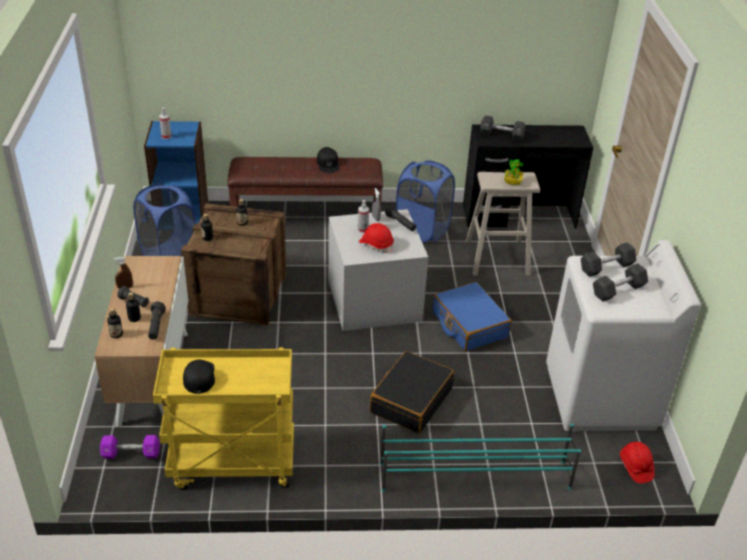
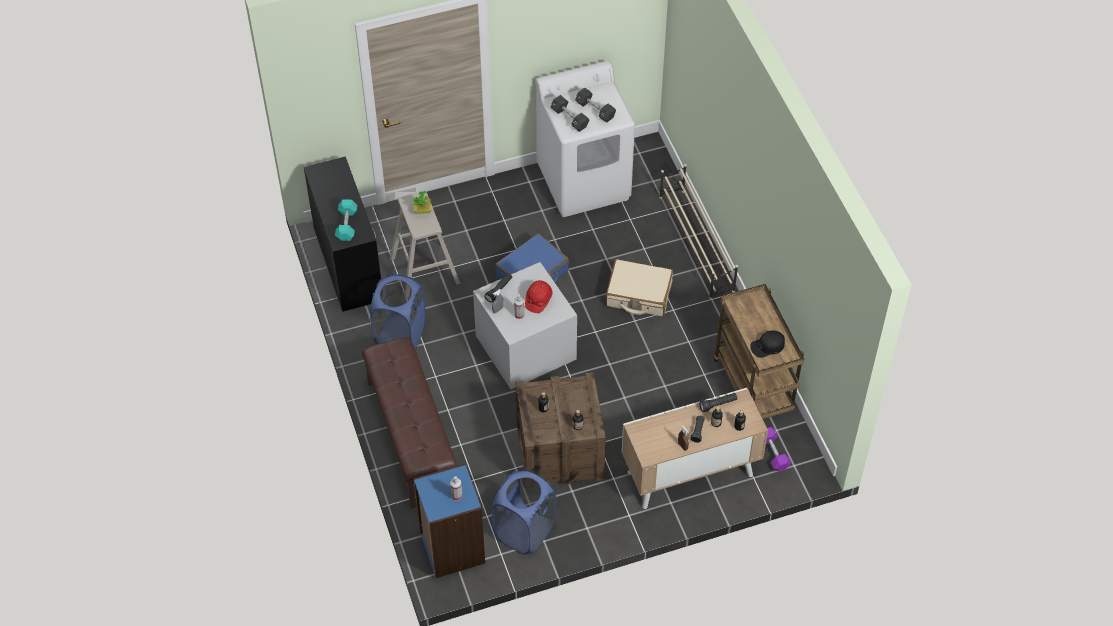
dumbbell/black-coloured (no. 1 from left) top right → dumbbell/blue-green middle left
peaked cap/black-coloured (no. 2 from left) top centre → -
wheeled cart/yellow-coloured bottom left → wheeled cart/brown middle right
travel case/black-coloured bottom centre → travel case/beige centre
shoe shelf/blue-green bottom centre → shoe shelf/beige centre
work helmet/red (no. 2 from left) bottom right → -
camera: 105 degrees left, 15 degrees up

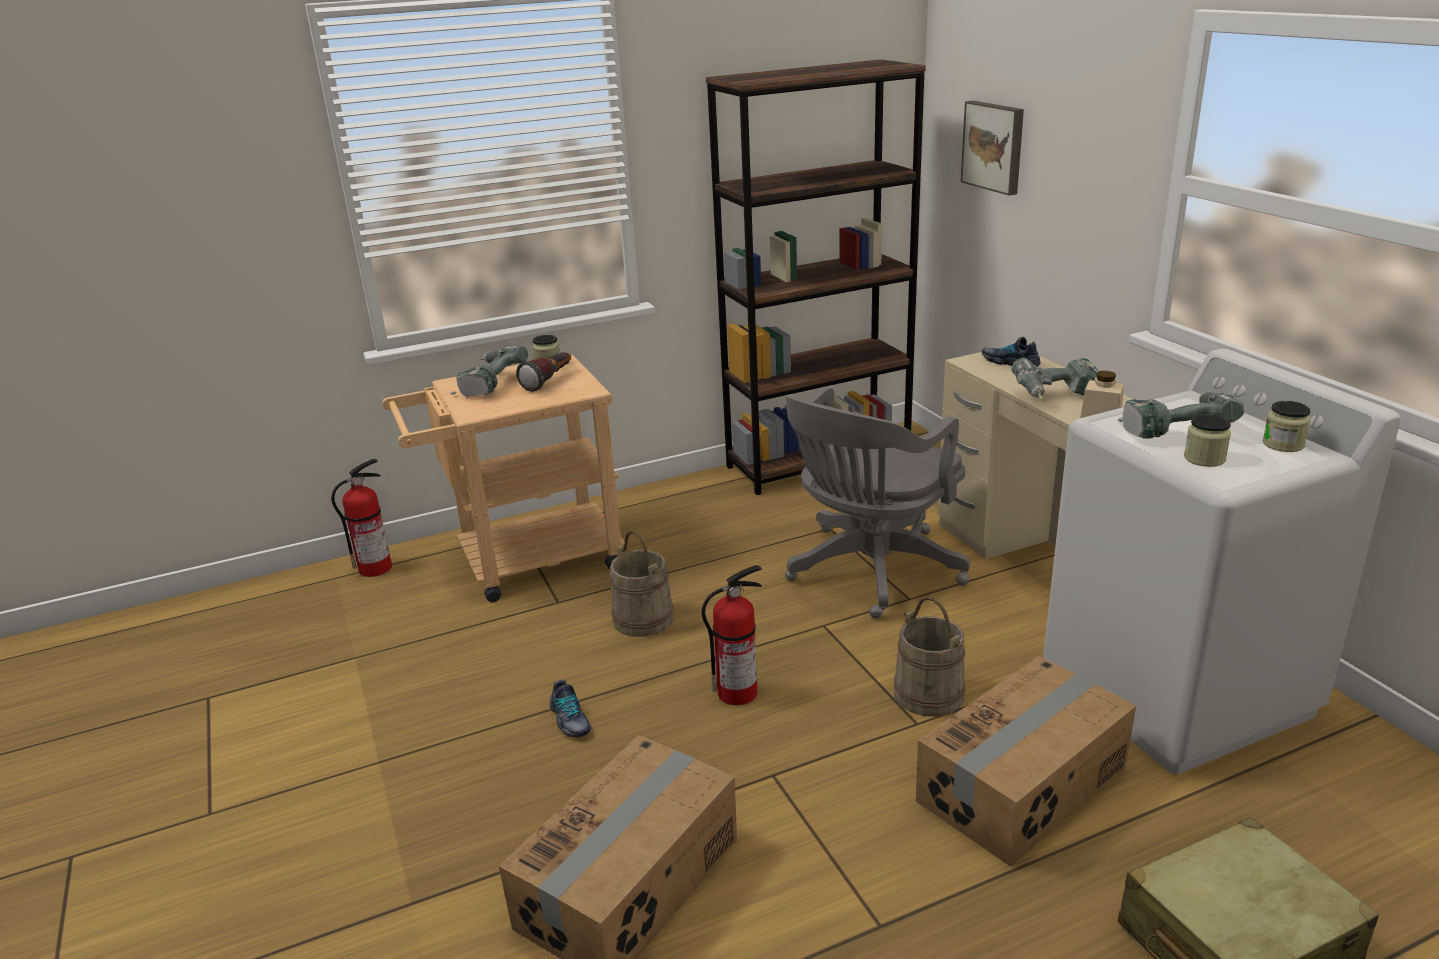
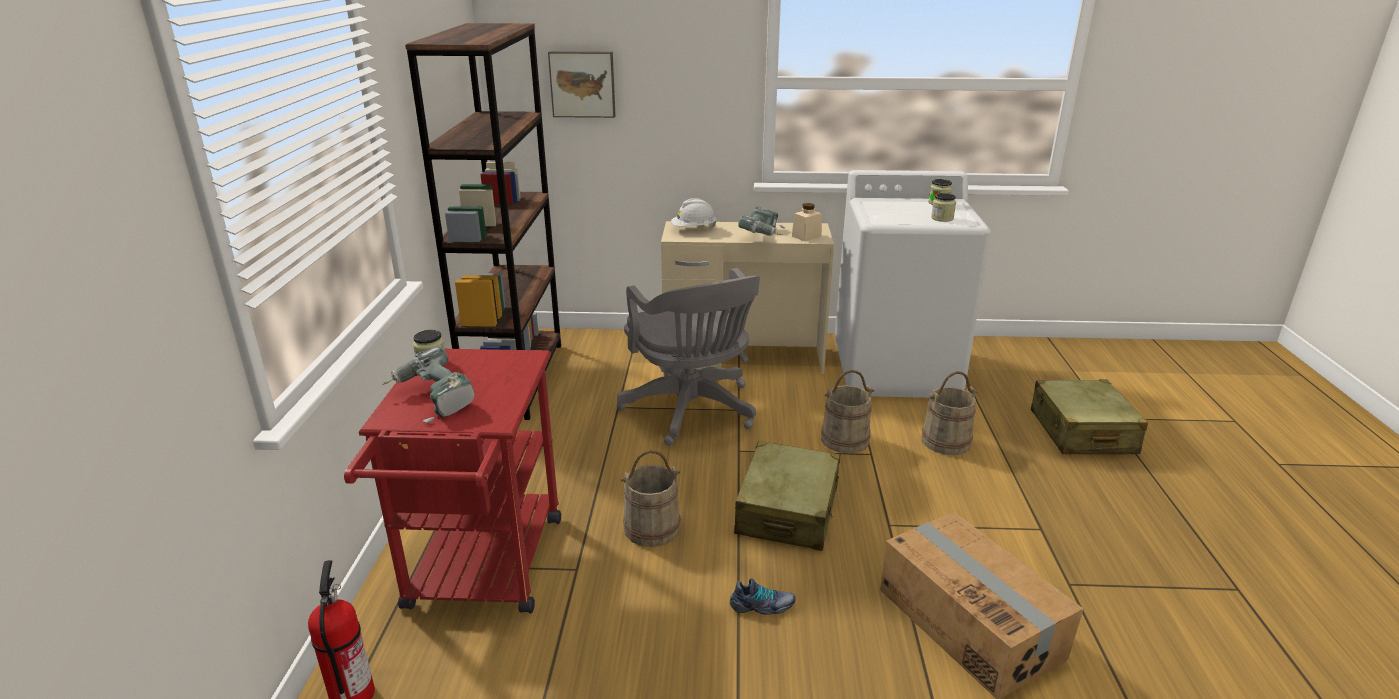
low shoe (no. 2 from left) middle right → work helmet/white top centre
flashlight centre → -
wheeled cart/beige centre → wheeled cart/red bottom left
drill (no. 3 from left) middle right → -
fire extinguisher (no. 2 from left) centre → travel case/beige (no. 1 from left) bottom centre
packing box (no. 2 from left) bottom right → pail/beige (no. 3 from left) middle right
camera: 65 degrees left, 0 degrees up

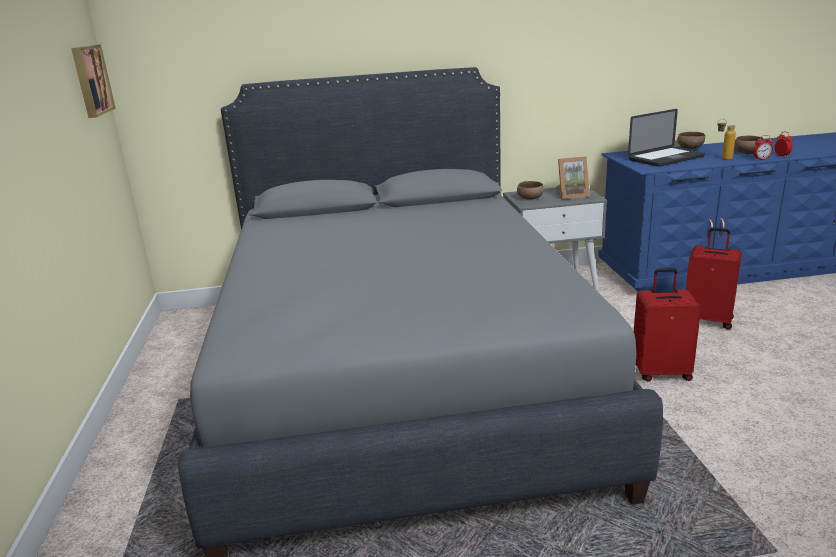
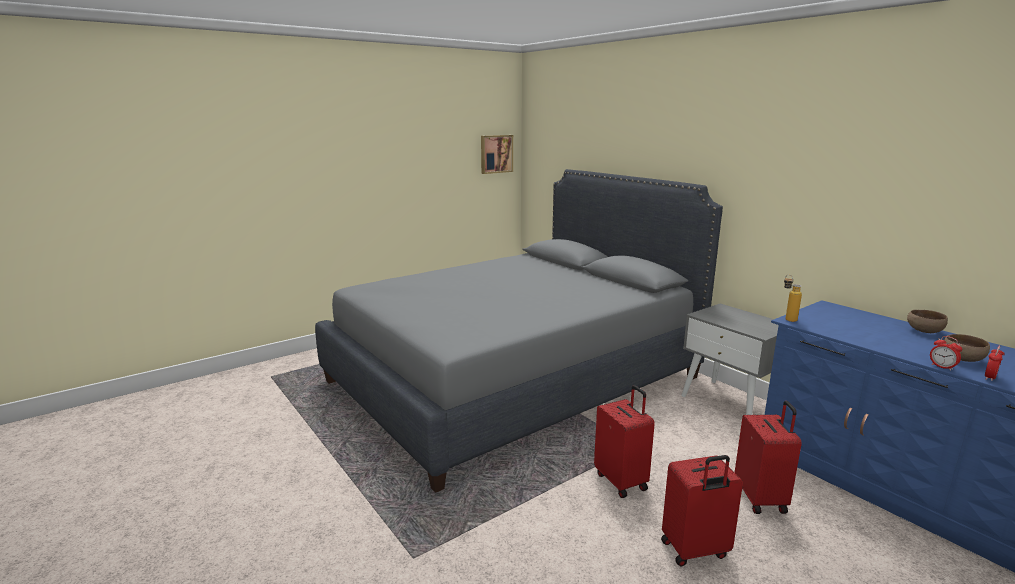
laptop top right → -
bottle top right → bottle middle right, shifted
standing frame top right → -
serving bowl/brown (no. 1 from left) centre → -
- → travel case/red (no. 2 from left) bottom right
camera: 60 degrees right, 5 degrees down

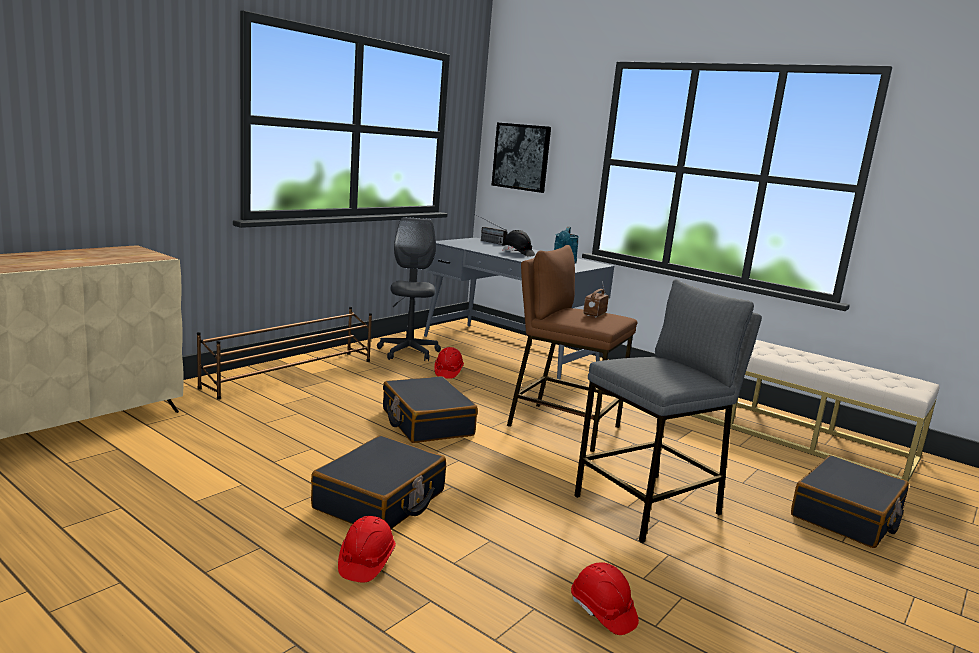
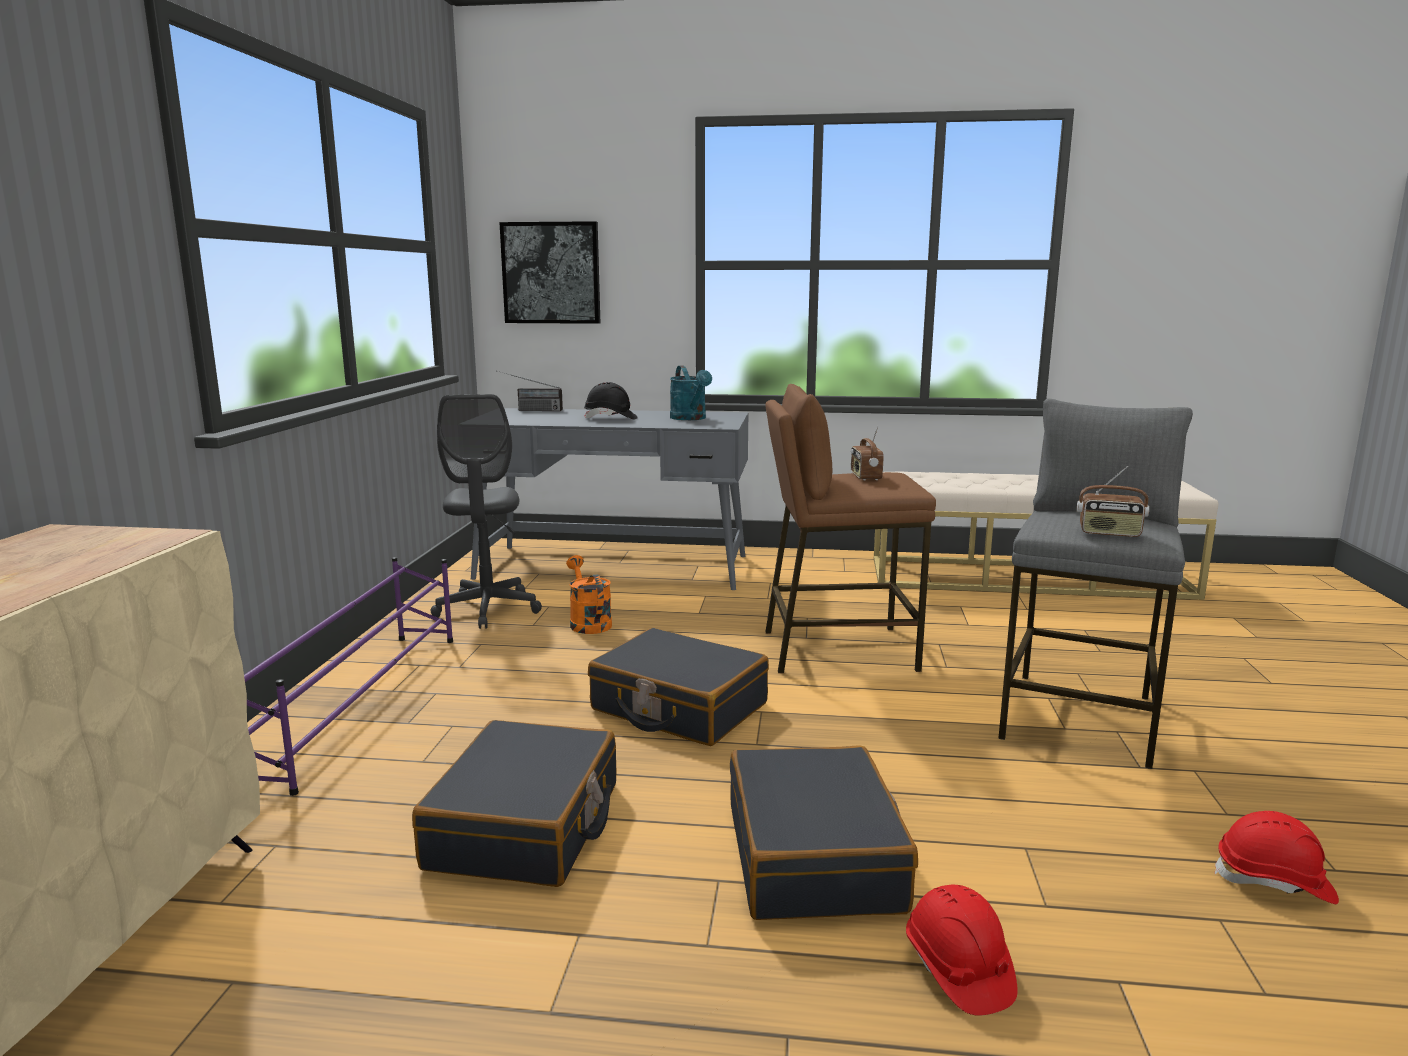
computer chair/grey centre, 150 degrees counterclockwise
shoe shelf/brown middle left → shoe shelf/purple-coloured middle left
work helmet/red (no. 2 from left) centre → sprinkling can/orangey centre
travel case/black-coloured (no. 3 from left in the first image) bottom right → travel case/black-coloured (no. 1 from left) bottom centre, shifted
- → radio set (no. 3 from left) middle right
camera: 30 degrees left, 0 degrees up

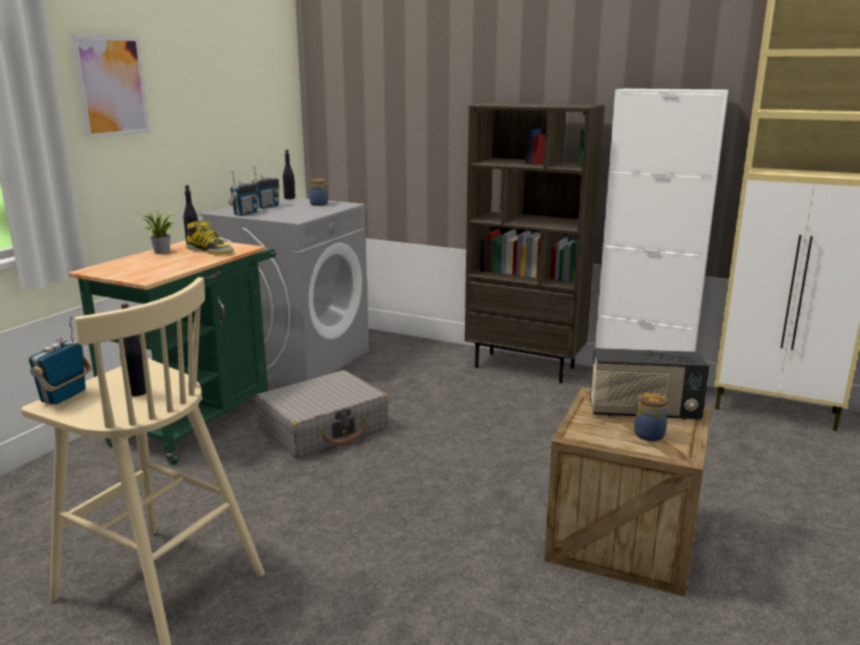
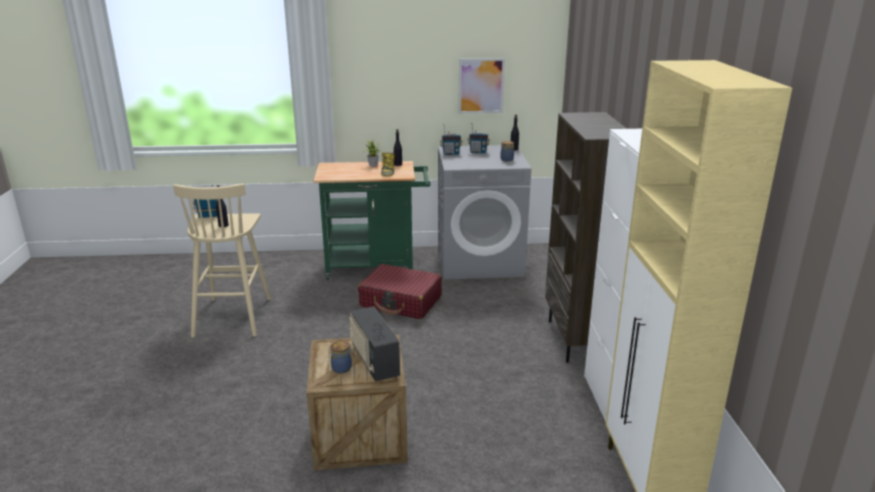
picture top left → picture top centre, shifted
travel case/grey centre → travel case/red centre
camera: 60 degrees right, 5 degrees up

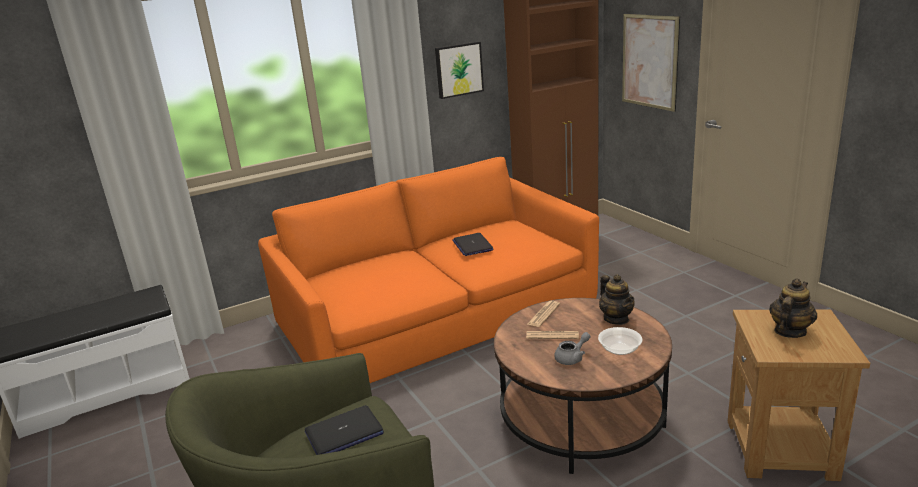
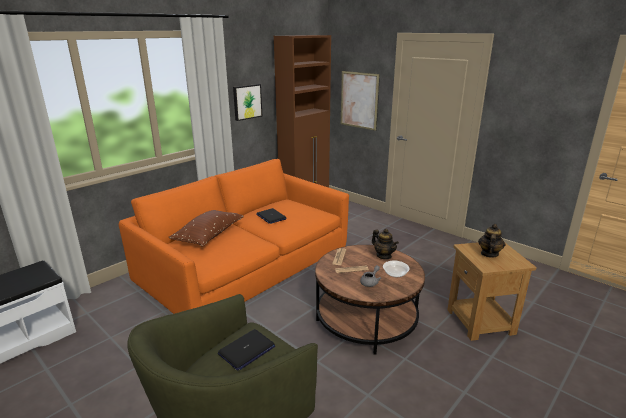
- → pillow/brown middle left
camera: 20 degrees left, 0 degrees up

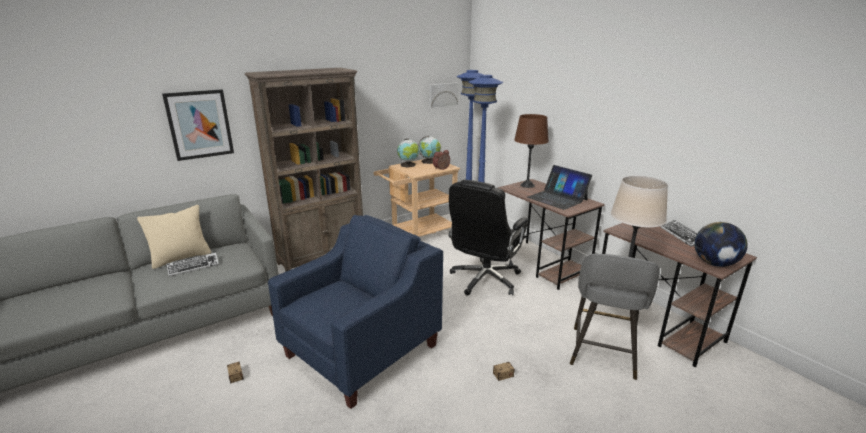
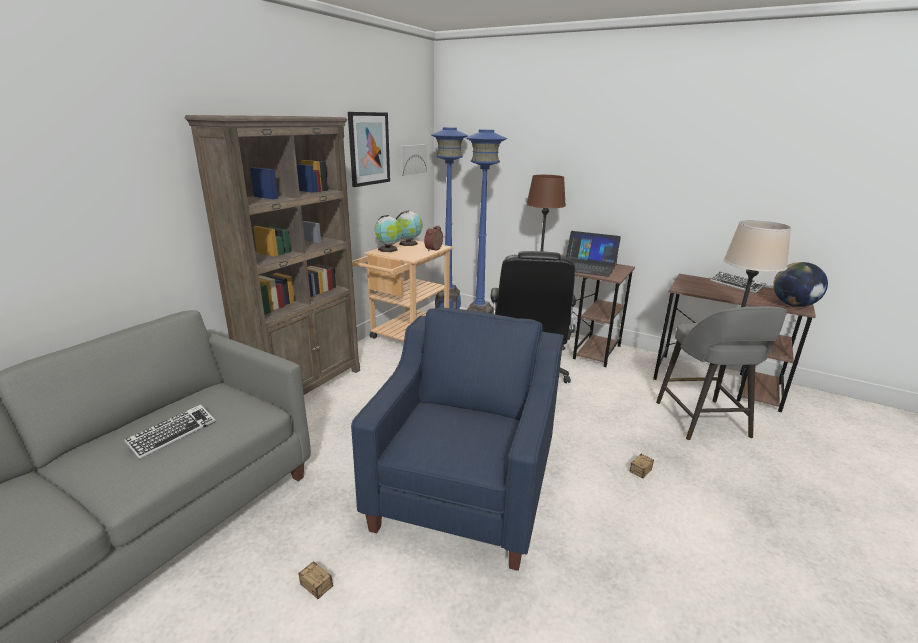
picture (no. 1 from left) top left → picture (no. 1 from left) top centre, shifted
pillow/beige middle left → -
camera: 25 degrees left, 0 degrees up

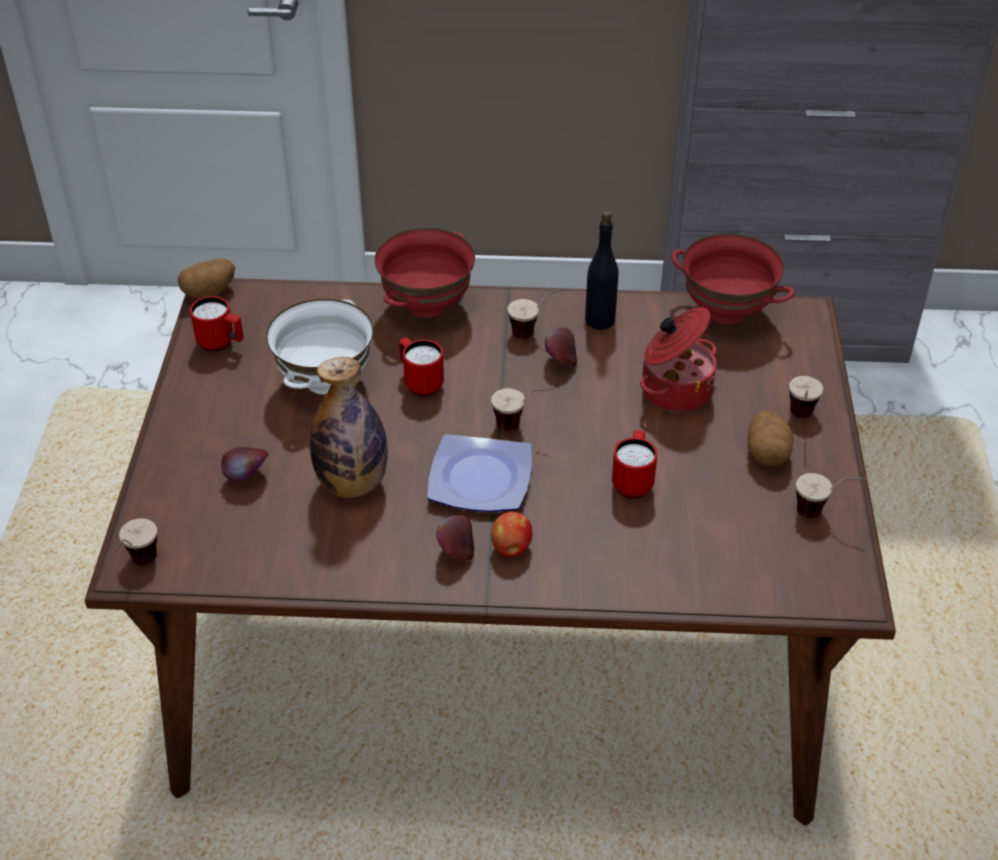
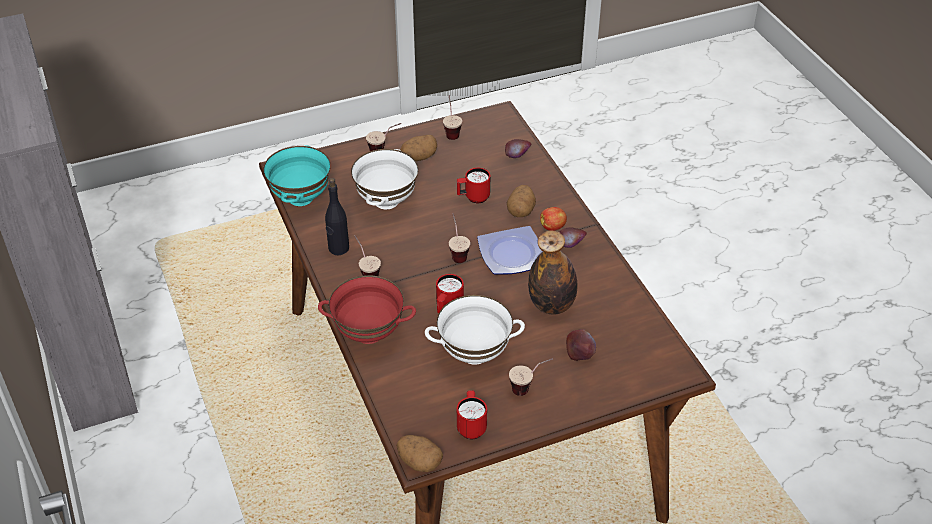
serving bowl/red (no. 2 from left) top right → serving bowl/blue-green middle left
stockpot middle right → serving bowl/white (no. 1 from left) centre
whole apple (no. 4 from left in the first image) centre → whole apple (no. 1 from left) top centre, shifted
small cup (no. 1 from left in the first image) middle left → small cup (no. 5 from left) bottom centre, shifted
- → whole potato (no. 3 from left) centre
camera: 115 degrees left, 0 degrees up

